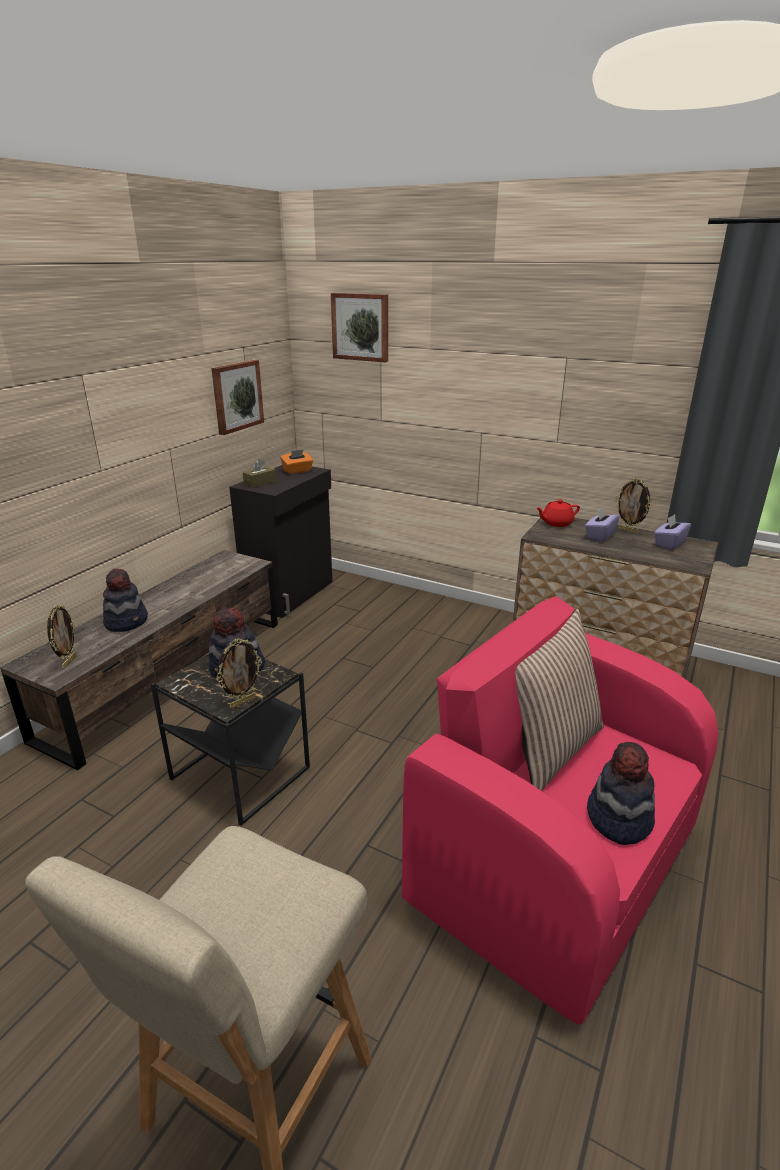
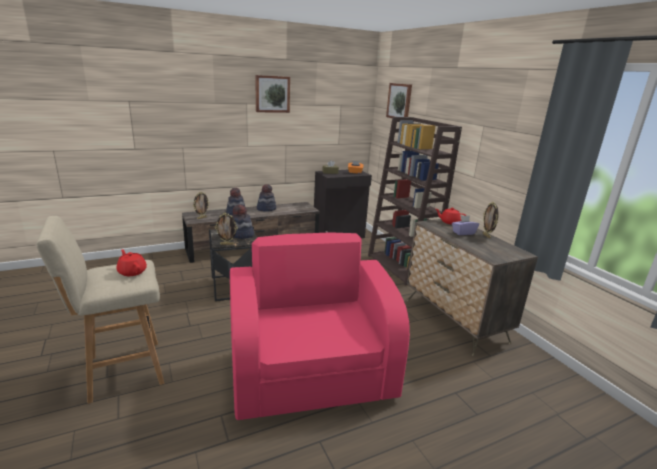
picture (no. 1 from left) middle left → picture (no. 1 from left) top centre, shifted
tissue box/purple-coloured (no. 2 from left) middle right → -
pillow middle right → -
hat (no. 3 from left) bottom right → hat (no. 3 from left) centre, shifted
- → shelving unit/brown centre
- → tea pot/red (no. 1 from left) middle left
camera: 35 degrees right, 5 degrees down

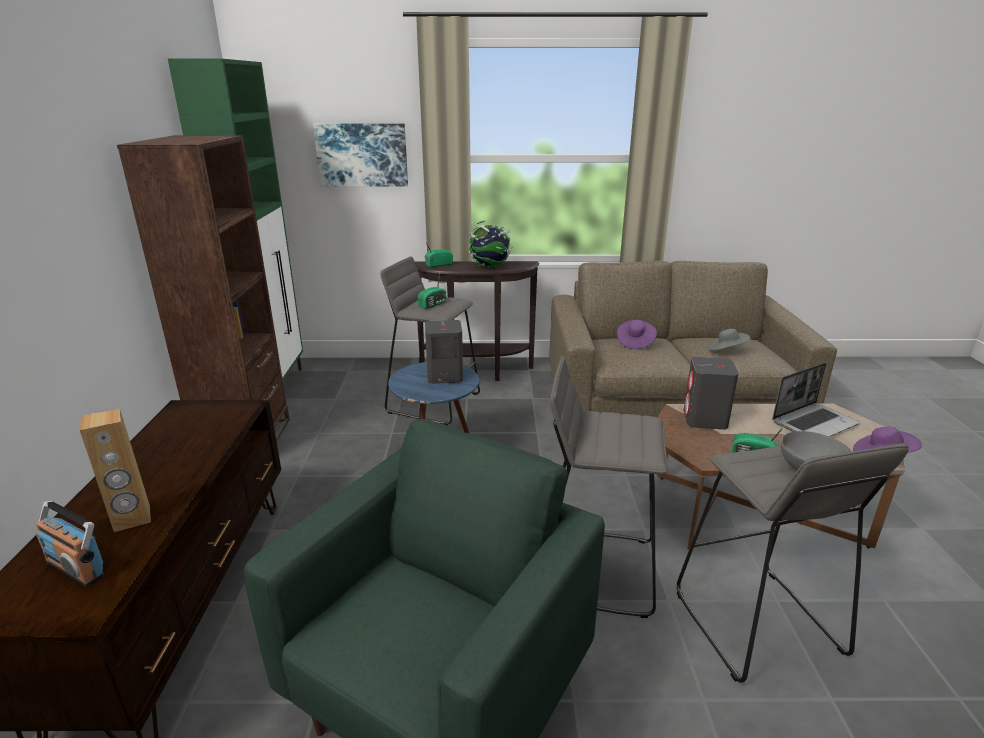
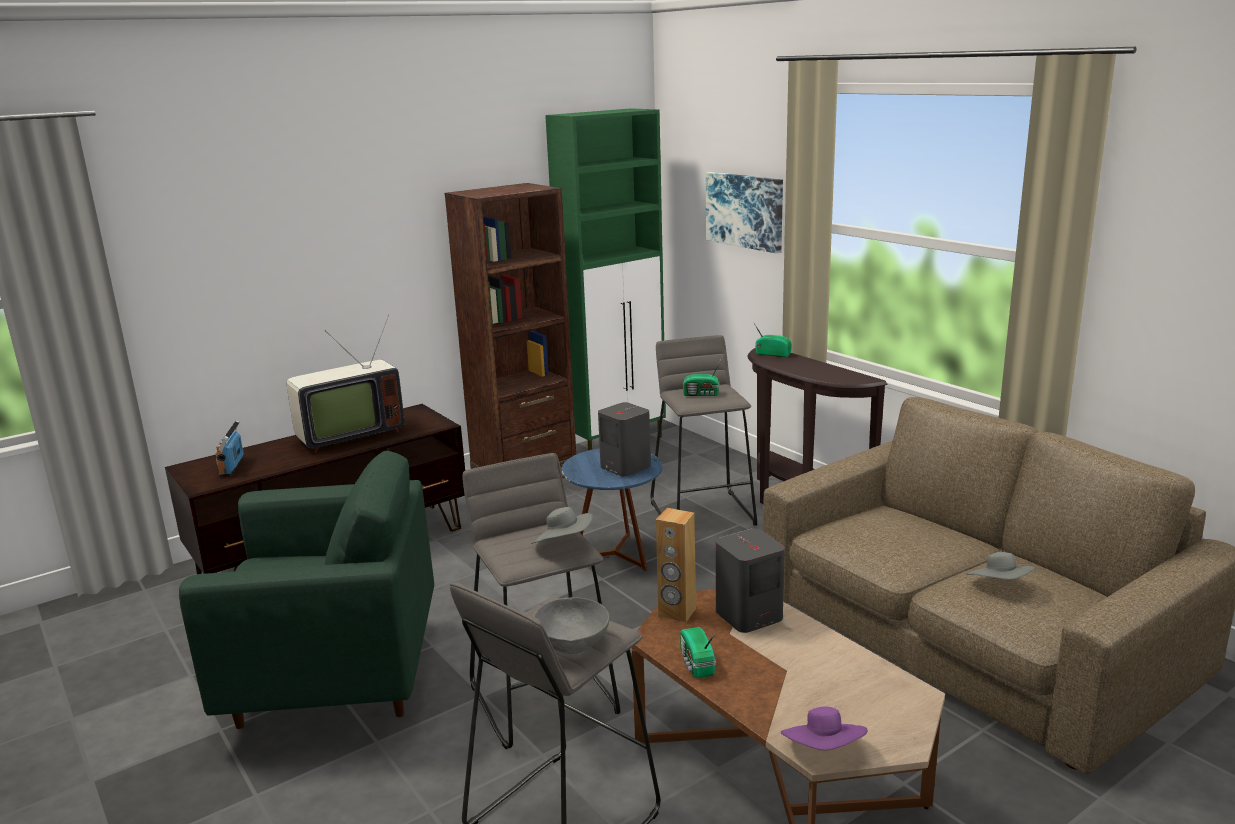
world globe top centre → -
hat/purple-coloured (no. 1 from left) centre → -
laptop middle right → -
loudspeaker/brown middle left → loudspeaker/brown bottom centre, shifted
- → TV middle left
- → hat/grey (no. 1 from left) centre
camera: 55 degrees right, 5 degrees down

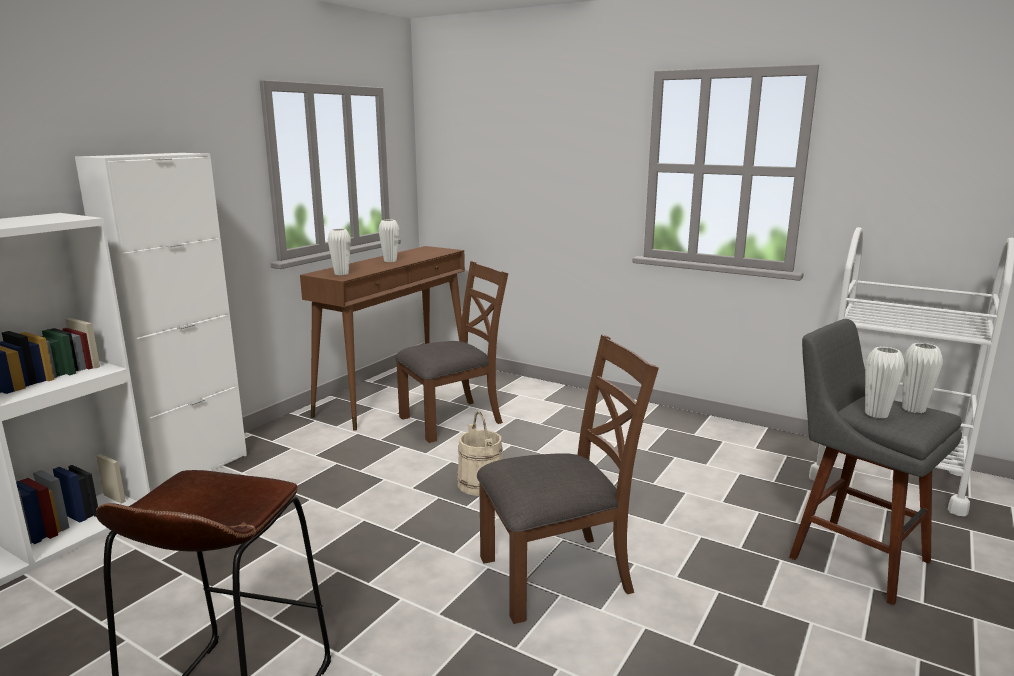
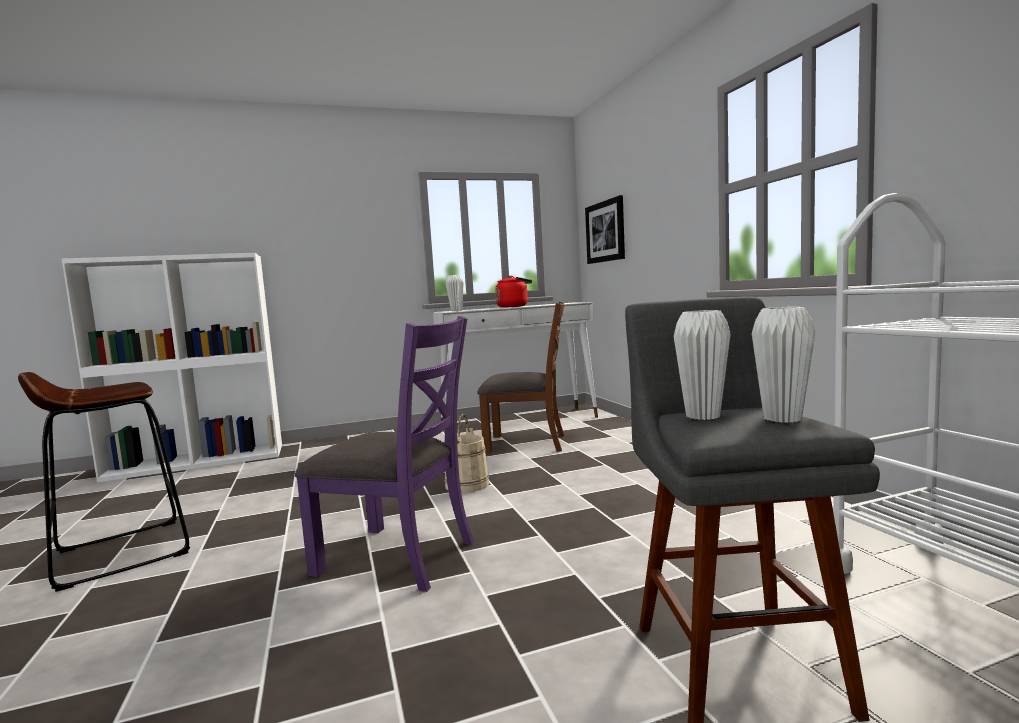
cabinet/white middle left → -
vase/white (no. 2 from left) centre → kettle/red centre
console table/brown centre → console table/white centre
upright chair/brown (no. 2 from left) bottom centre → upright chair/purple-coloured centre
- → picture top centre
camera: 40 degrees right, 10 degrees down

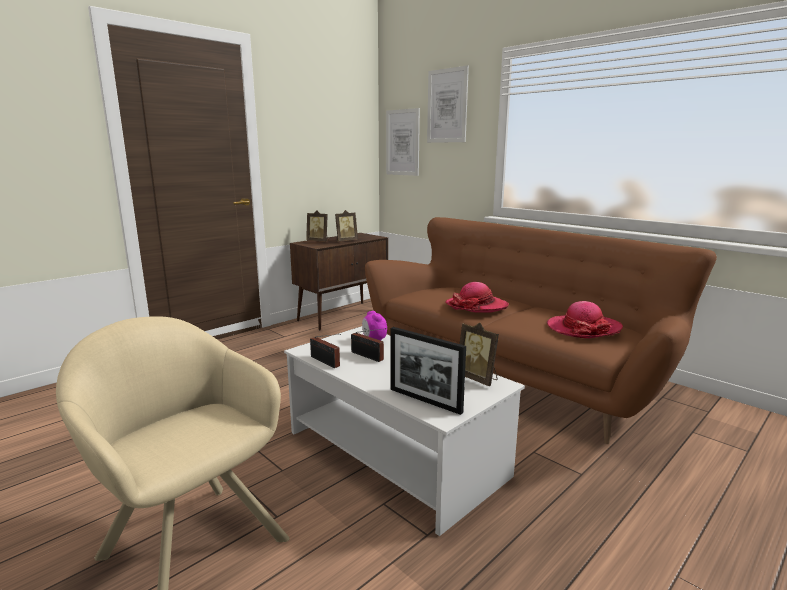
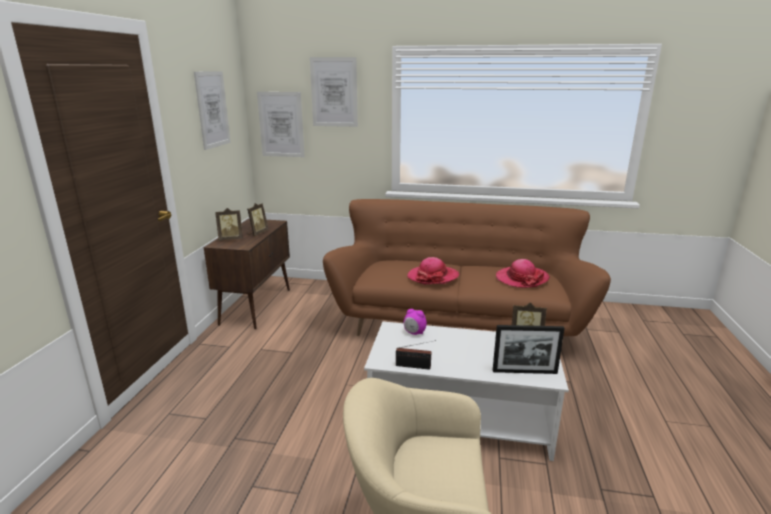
radio set (no. 2 from left) centre → -
- → picture (no. 1 from left) top left
camera: 35 degrees left, 5 degrees up

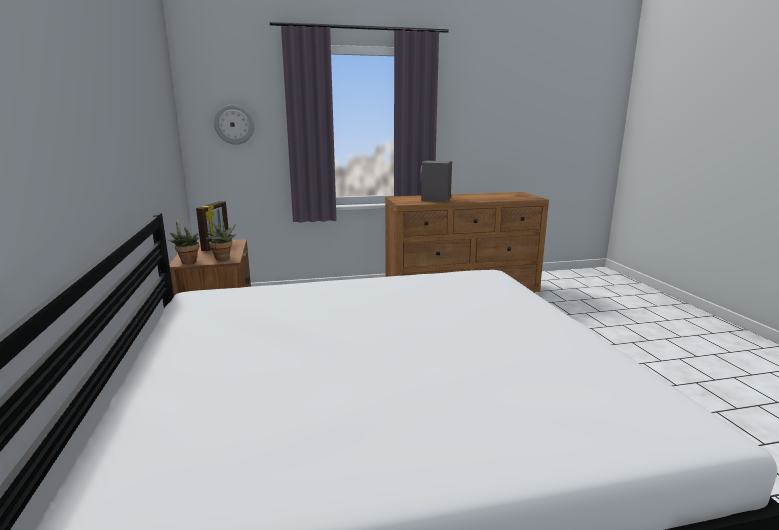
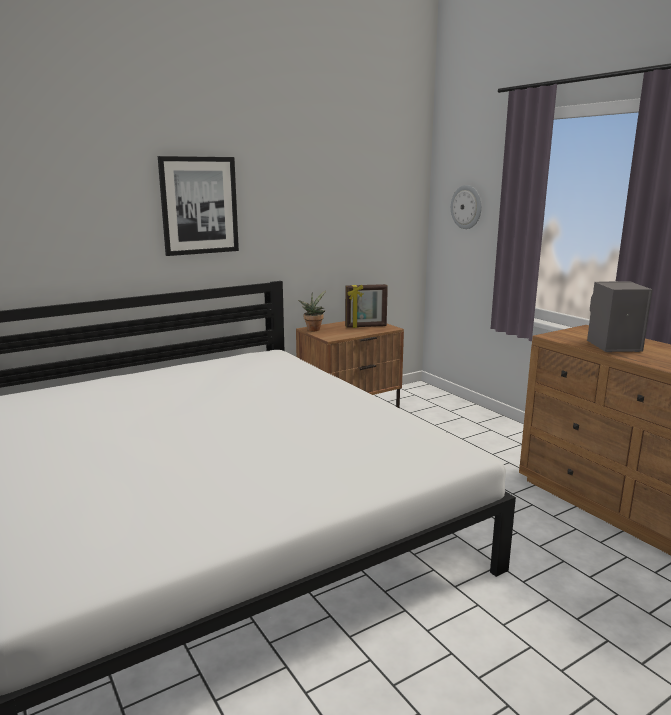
houseplant (no. 2 from left) middle left → -
- → picture top left
camera: 70 degrees right, 0 degrees up

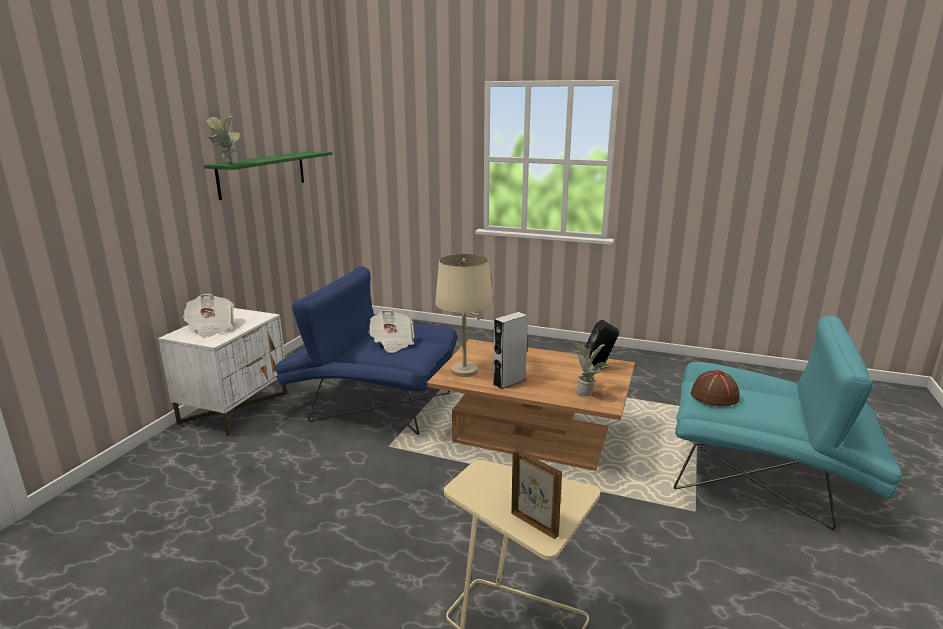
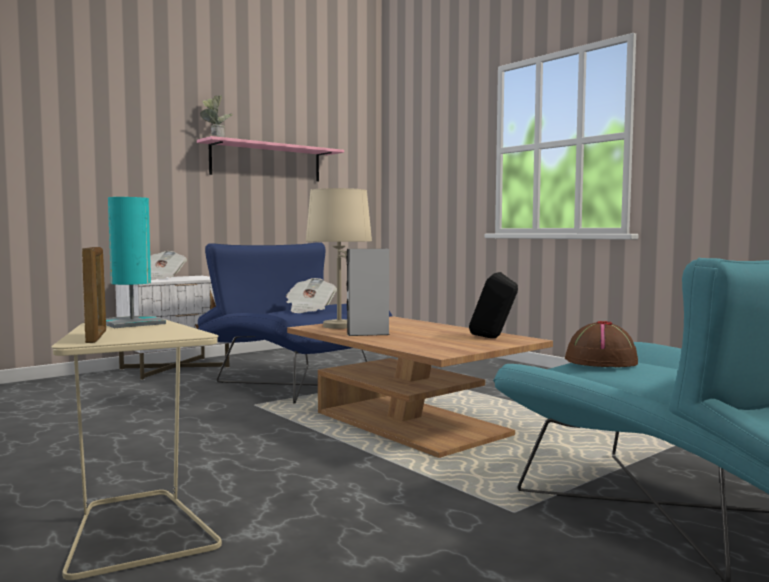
shelf/greenish top left → shelf/pink-coloured top centre
houseplant (no. 2 from left) centre → -
- → table lamp/blue-green middle left
camera: 30 degrees right, 15 degrees down

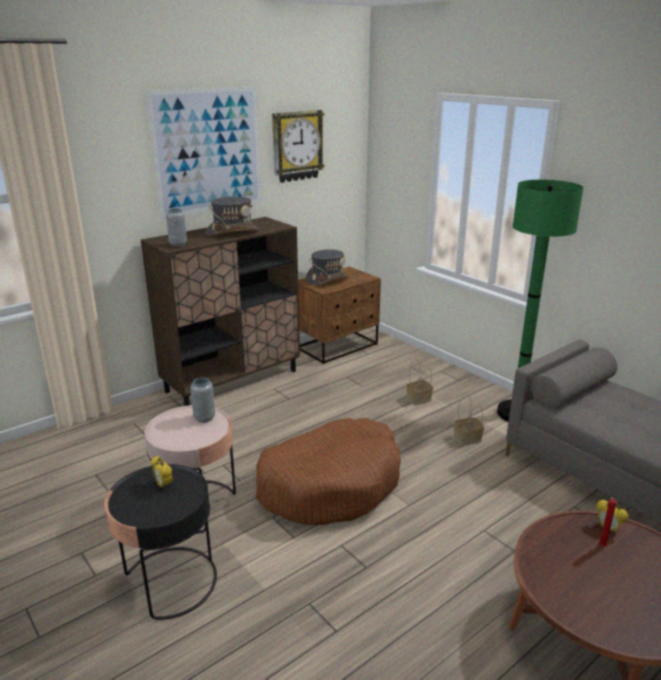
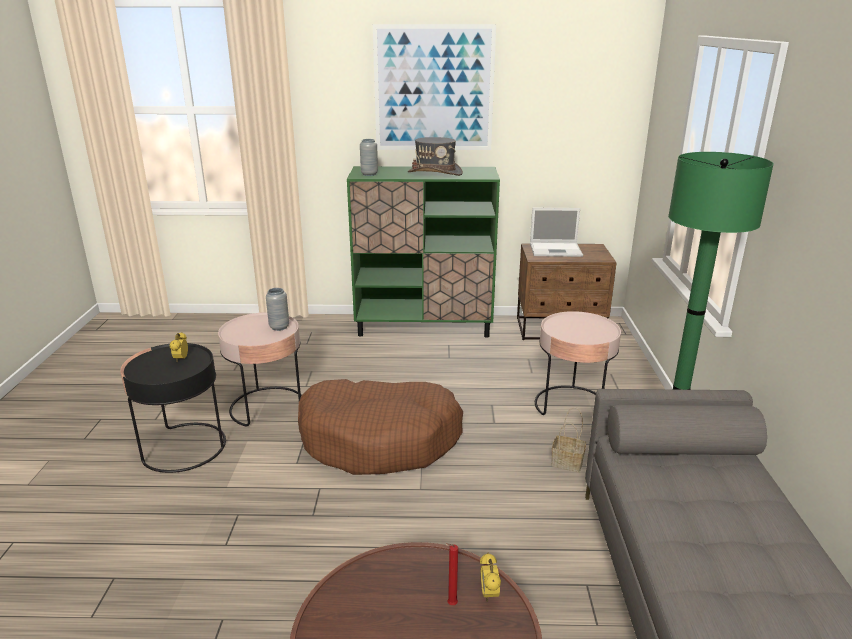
clock on the wall top centre → -
cabinet/brown middle left → cabinet/greenish centre
hat/grey (no. 2 from left) centre → laptop centre
household basket (no. 1 from left) centre → side table/pink-coloured (no. 2 from left) middle right
camera: 40 degrees right, 0 degrees up

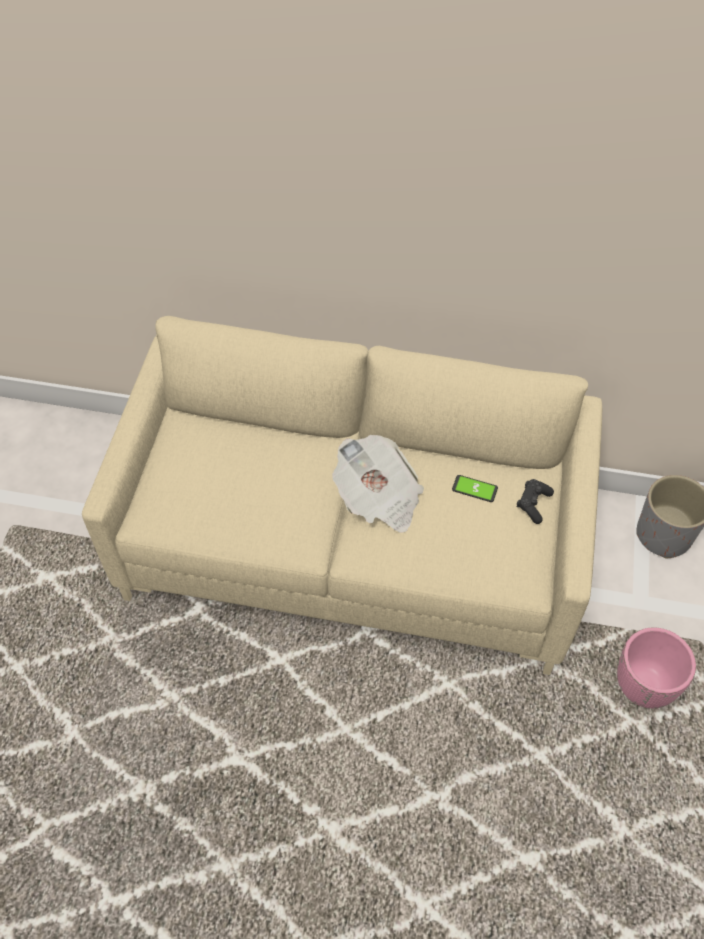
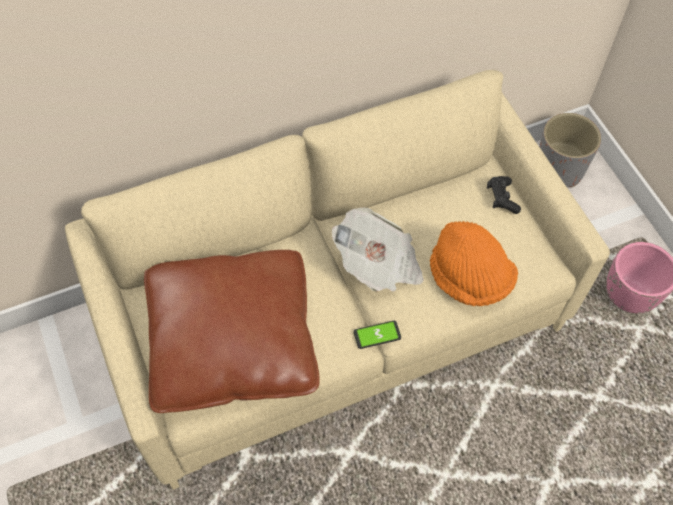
telephone middle right → telephone centre, shifted
- → hat/orangey middle right
- → pillow/brown centre
camera: 35 degrees left, 5 degrees up

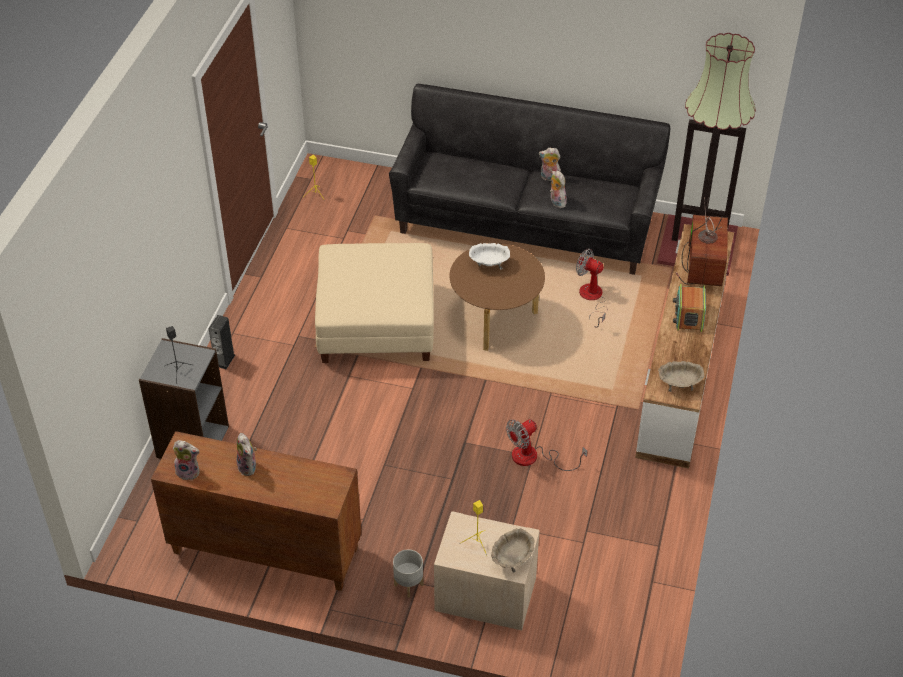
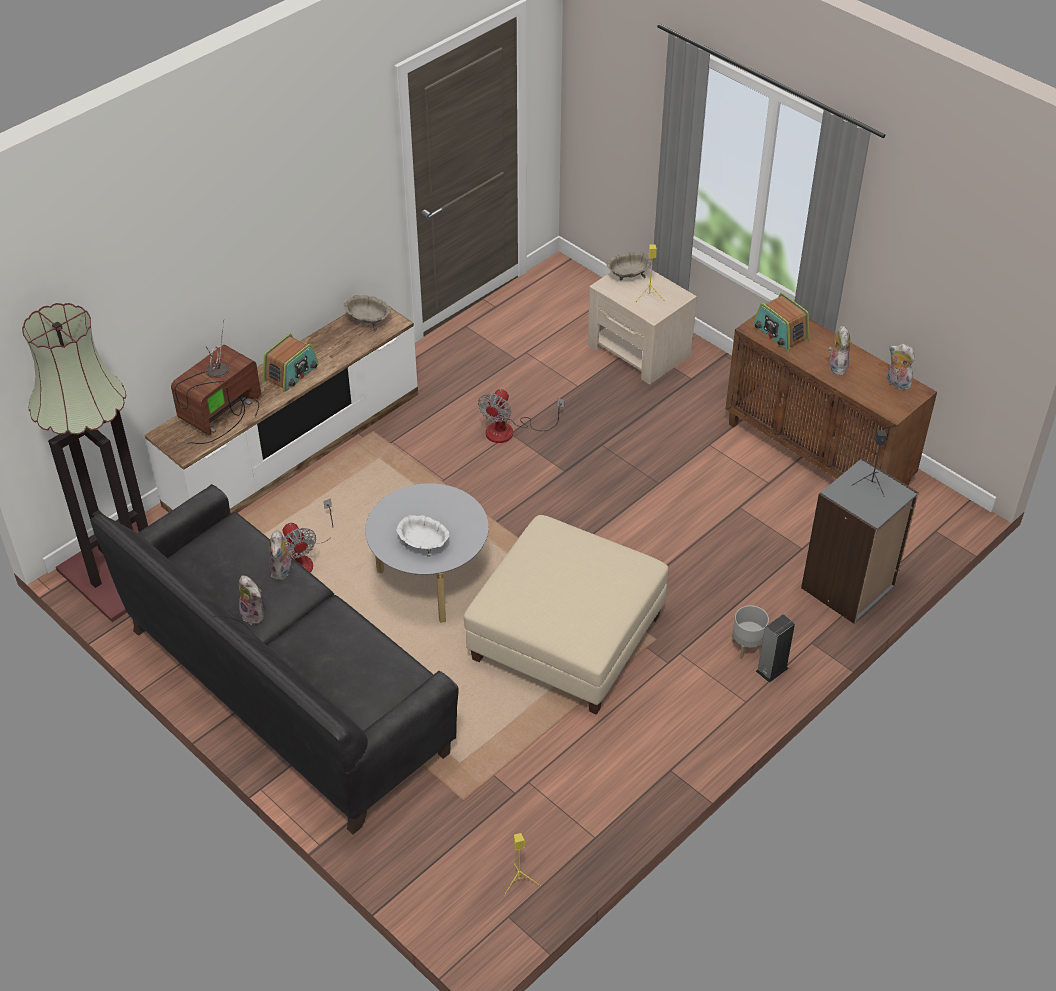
lounge table/brown centre → lounge table/grey centre
cooling fan (no. 1 from left in the first image) centre → cooling fan (no. 2 from left) centre, 120 degrees clockwise
planter/grey bottom centre → planter/grey middle right, shifted
- → radio set (no. 2 from left) top right
camera: 150 degrees left, 0 degrees up

